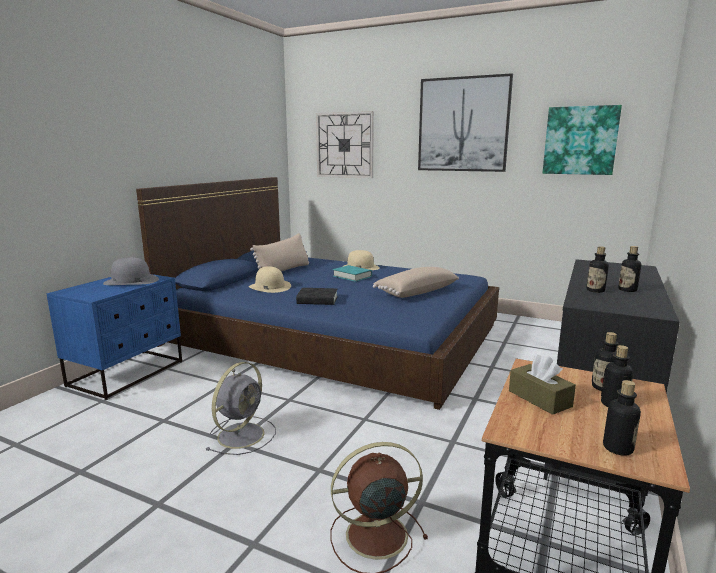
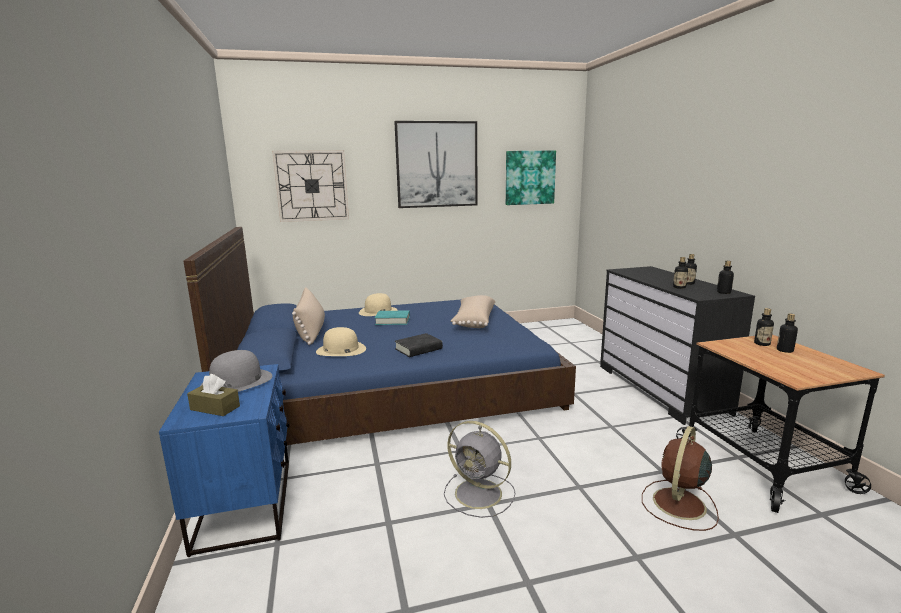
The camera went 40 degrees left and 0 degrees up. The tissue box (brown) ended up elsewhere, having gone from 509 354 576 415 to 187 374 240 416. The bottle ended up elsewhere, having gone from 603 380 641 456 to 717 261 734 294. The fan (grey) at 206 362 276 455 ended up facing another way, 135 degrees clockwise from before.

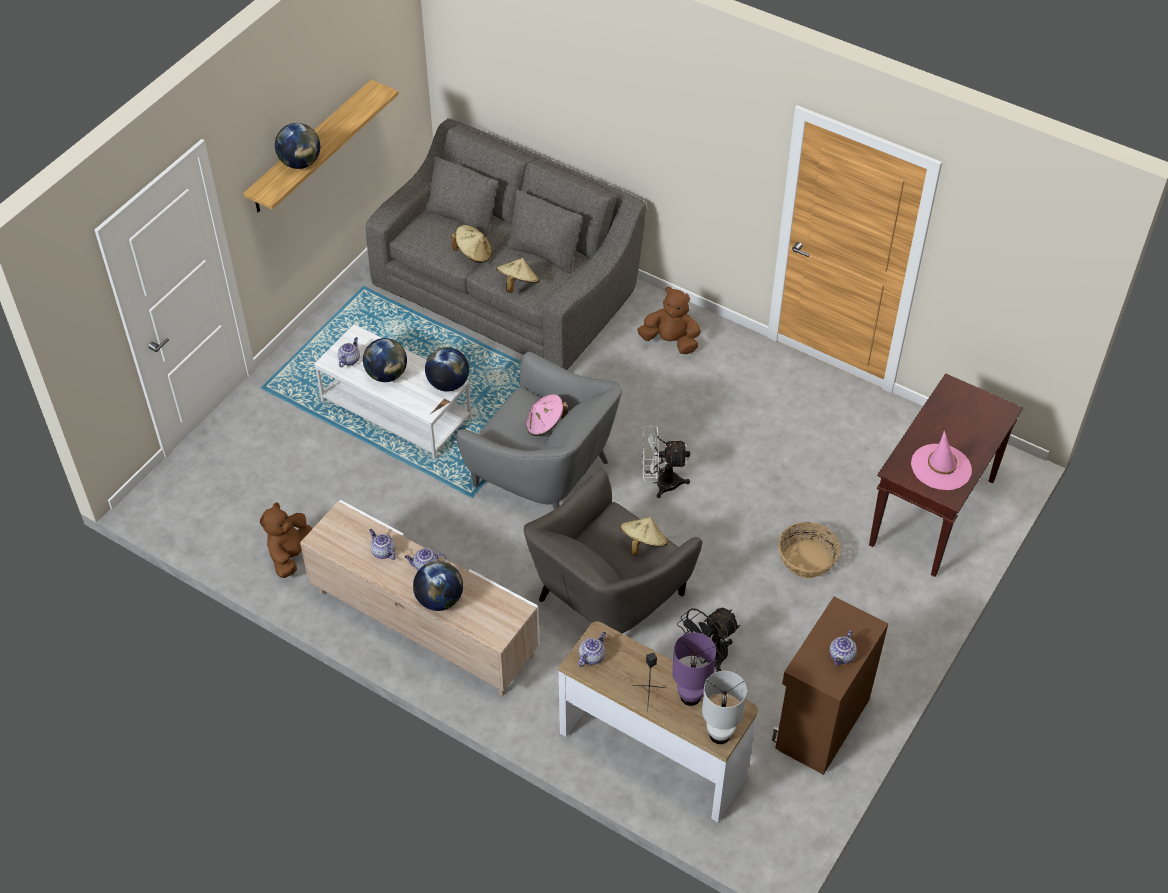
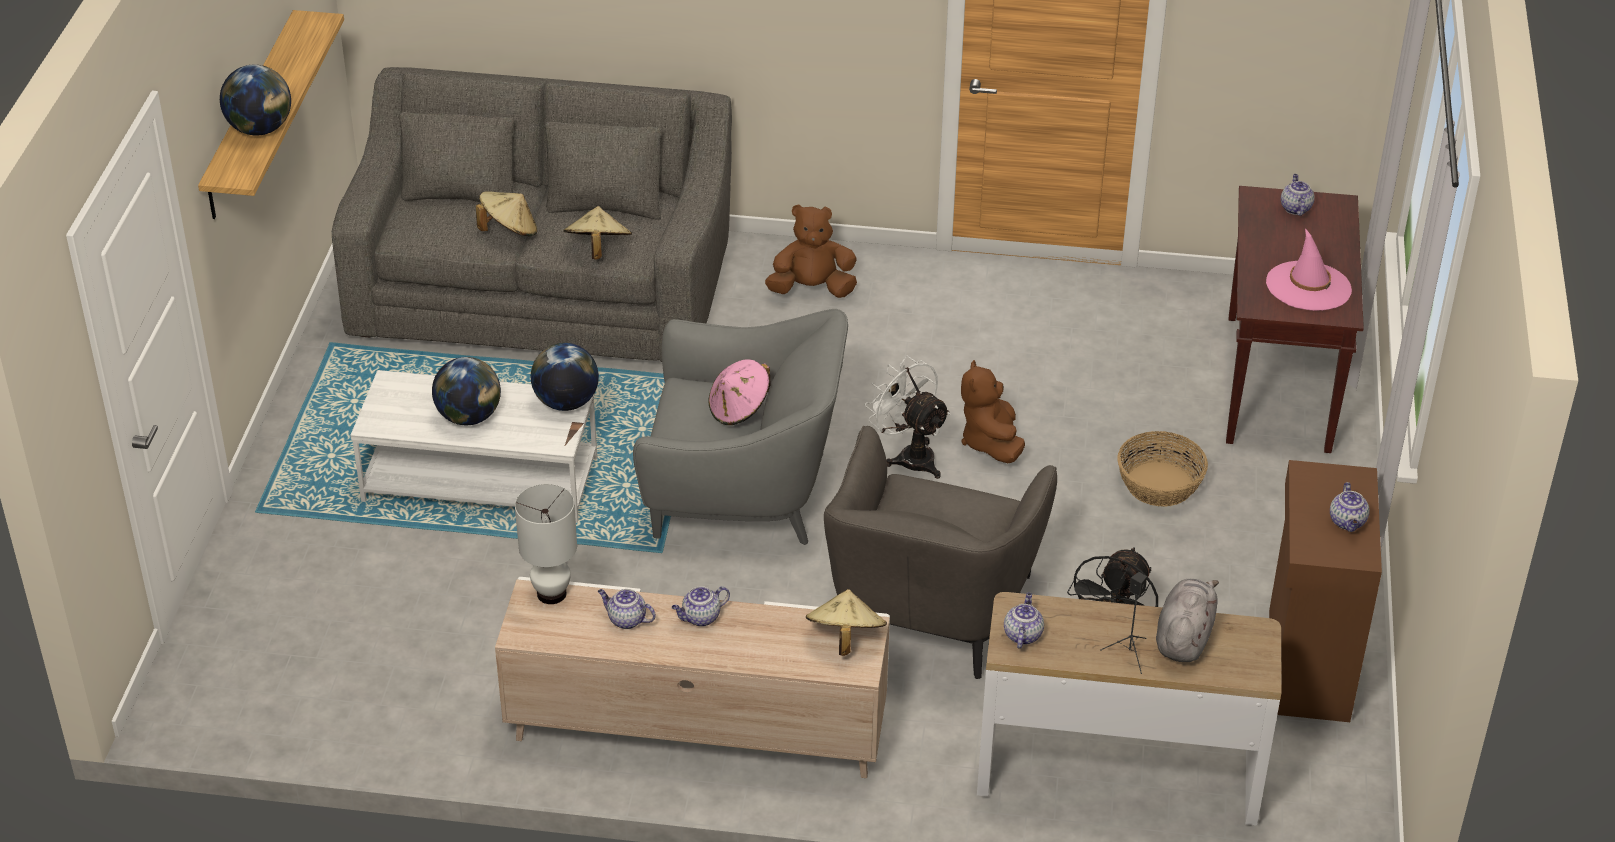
The camera went 25 degrees left and 10 degrees down. The second view lost the globe at 413 561 463 611. The plush toy (brown) ended up elsewhere, having gone from 260 502 312 578 to 961 360 1025 463. The teapot ended up elsewhere, having gone from 338 337 360 367 to 1281 174 1315 216. The hat (beige) ended up elsewhere, having gone from 620 517 668 556 to 806 589 887 656. The table lamp (white) ended up elsewhere, having gone from 702 671 747 744 to 515 484 577 604. Where the table lamp (purple) stood at 672 632 716 706, the plush toy (grey) came to stand at 1156 579 1219 662. The fan (white) at 642 426 690 498 ended up facing another way, 75 degrees clockwise from before.

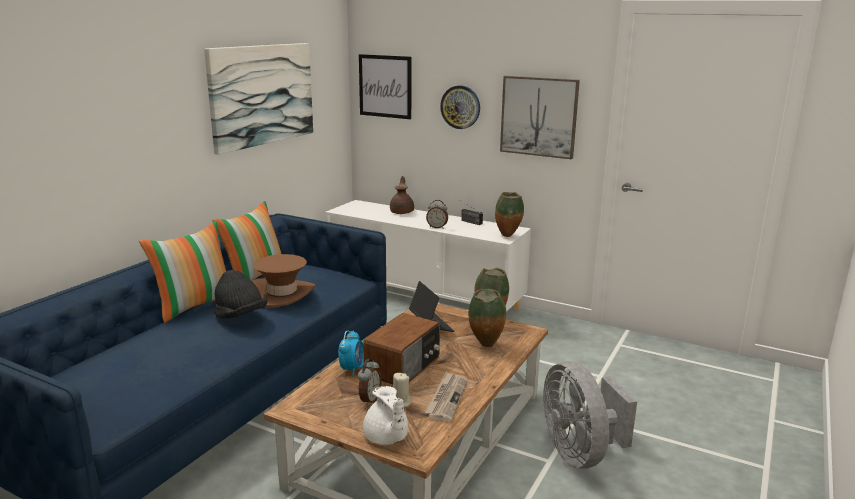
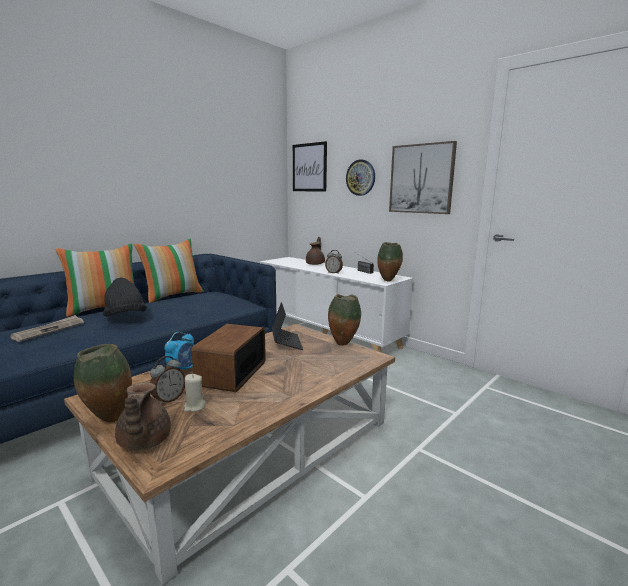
The camera went 15 degrees right and 5 degrees down. The second view lost the picture at 204 43 313 155. The second view lost the hat (brown) at 252 254 315 307. The second view lost the fan (grey) at 543 361 637 469. The newspaper ended up elsewhere, having gone from 424 372 468 422 to 10 315 84 342. The vase ended up elsewhere, having gone from 468 289 506 347 to 74 344 132 423. What was the teapot (white) at 363 386 408 445 turned into the teapot (brown) at 115 383 171 450. The radio at 363 313 440 384 ended up facing another way, 150 degrees clockwise from before.

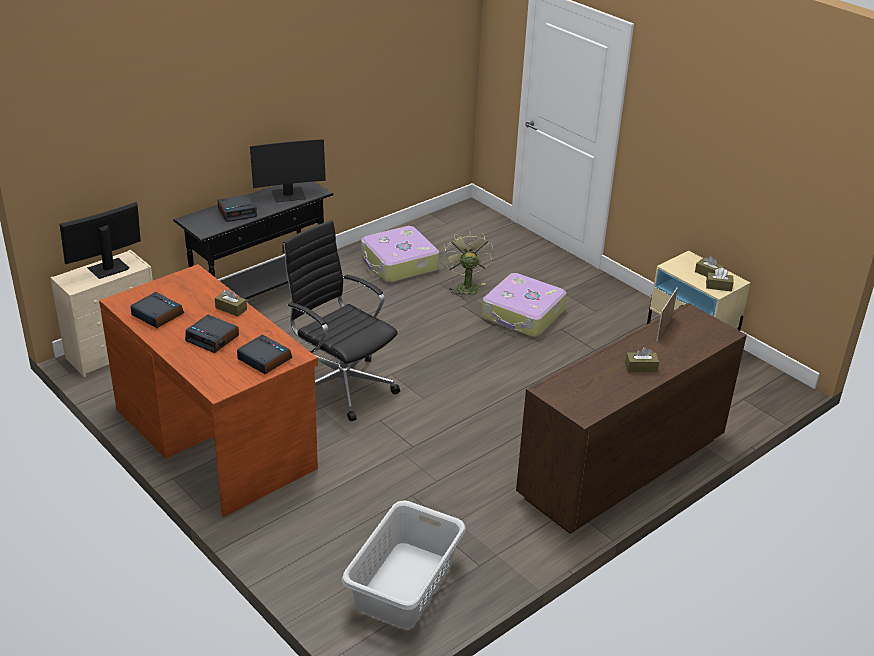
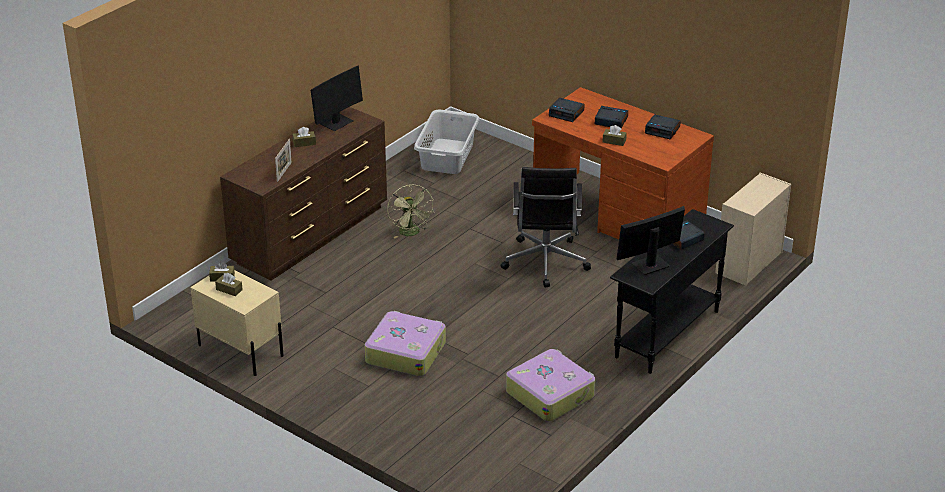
The camera went 170 degrees right and 0 degrees up. The monitor ended up elsewhere, having gone from 60 202 141 279 to 311 66 363 131. The fan (green) ended up elsewhere, having gone from 443 231 494 299 to 387 185 434 238. The office chair (black) at 282 220 400 421 ended up facing another way, 60 degrees clockwise from before.

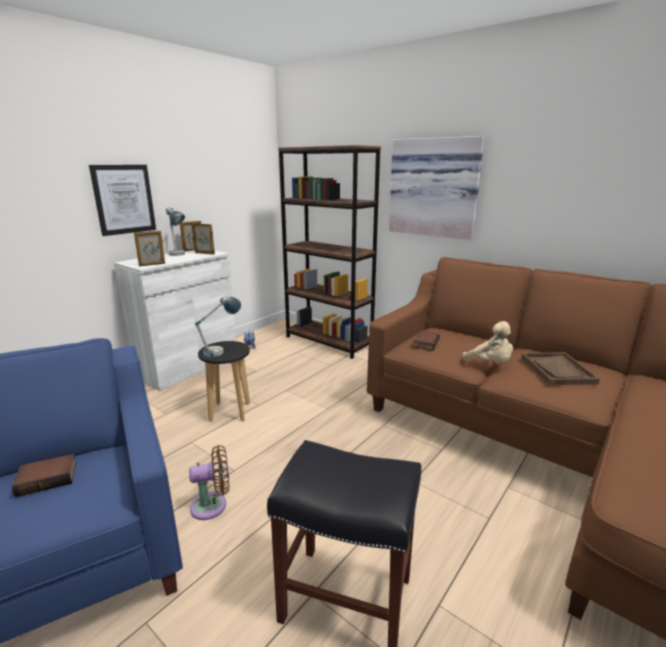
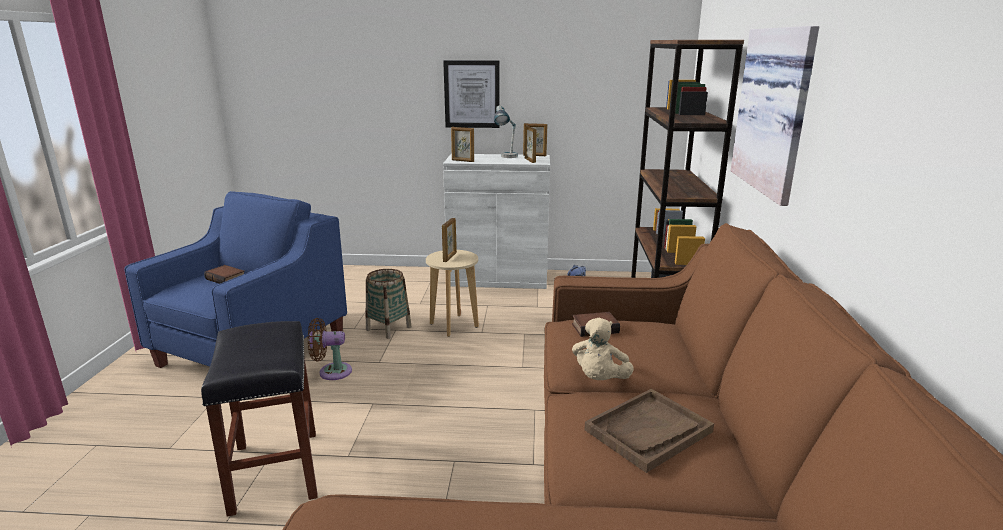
The camera went 55 degrees right and 0 degrees up. The second view gained the basket at 366 269 412 339. Where the table lamp stood at 195 296 241 357, the picture frame came to stand at 442 218 457 262. What was the stool (black) at 198 341 250 422 turned into the stool (beige) at 426 250 479 337. The fan (brown) at 189 445 230 520 ended up facing another way, 135 degrees clockwise from before.

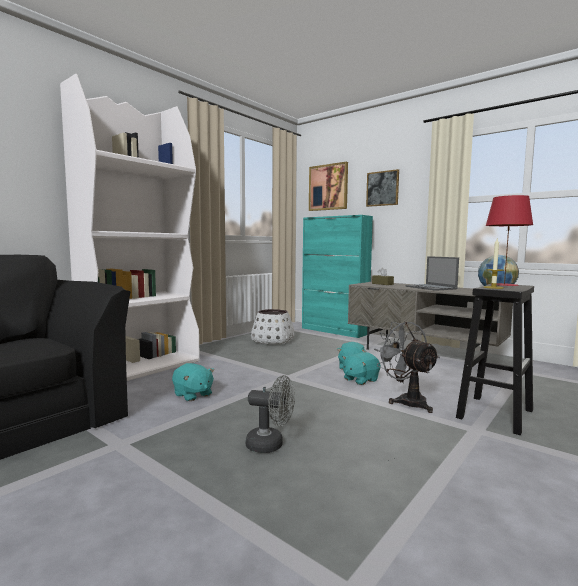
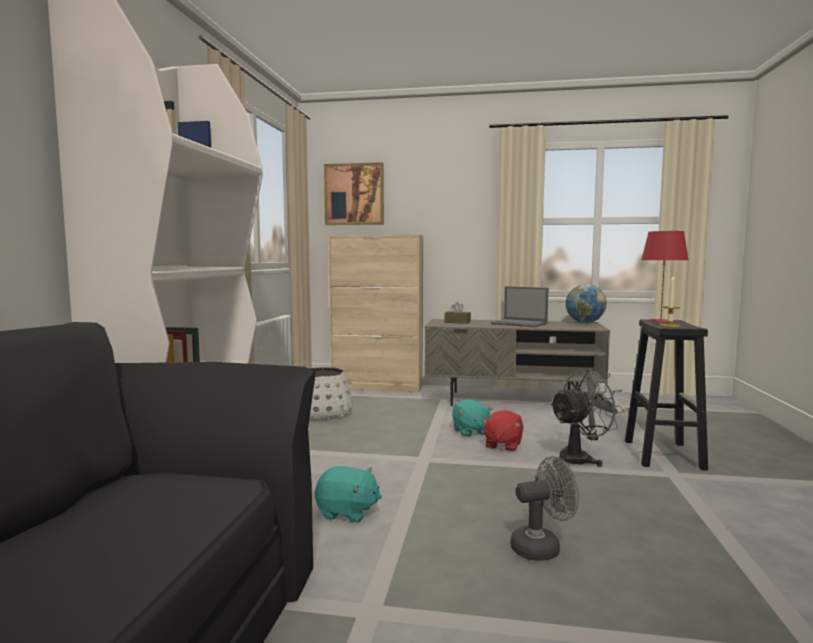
The camera went 30 degrees left and 0 degrees up. The second view lost the picture at 366 169 399 207. What was the cabinet (turquoise) at 302 215 373 338 turned into the cabinet (beige) at 328 235 423 393. What was the plush toy (turquoise) at 343 352 380 385 turned into the plush toy (red) at 482 410 524 452. The fan (grey) at 374 321 440 413 ended up facing another way, 120 degrees clockwise from before.

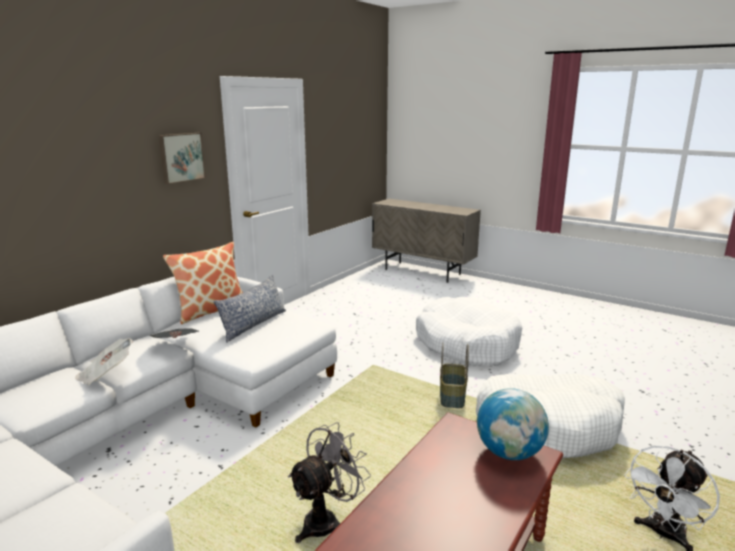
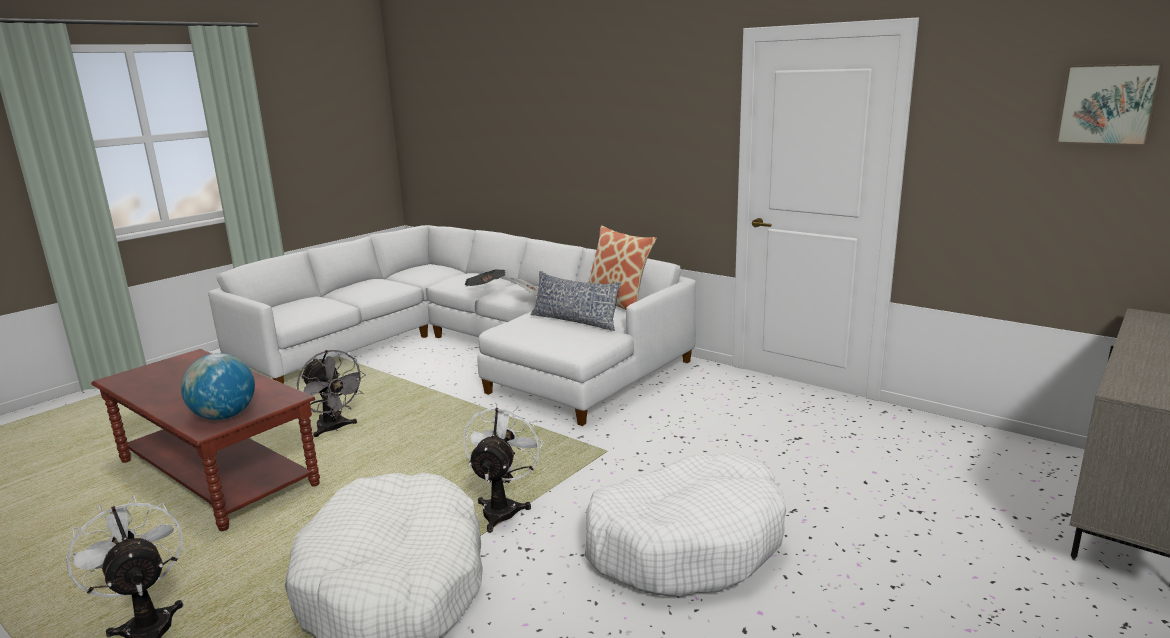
The camera went 95 degrees right and 0 degrees up. The picture ended up elsewhere, having gone from 159 133 206 184 to 1055 63 1163 146. Where the basket stood at 440 342 469 408, the fan (white) came to stand at 463 402 544 533.

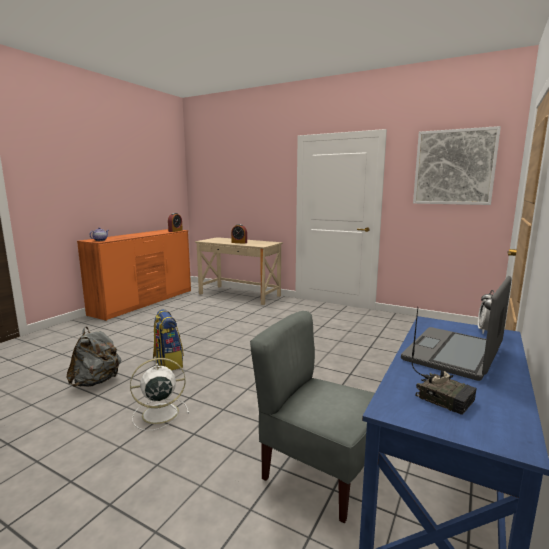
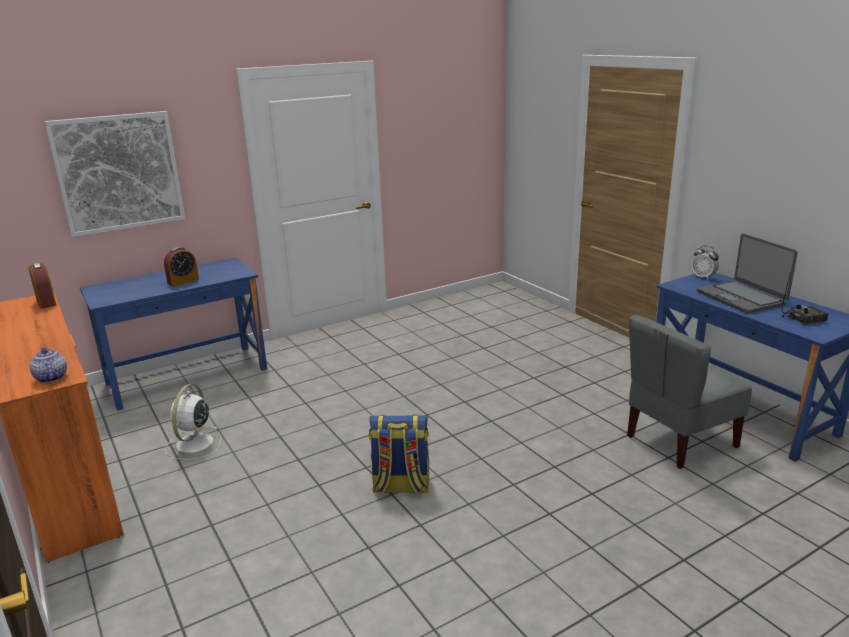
The camera went 60 degrees left and 10 degrees up. The second view lost the backpack (grey) at 66 327 122 387. The fan (white) ended up elsewhere, having gone from 130 358 189 431 to 165 384 221 460. The picture ended up elsewhere, having gone from 413 126 501 205 to 44 111 185 237. What was the desk (beige) at 195 237 283 305 turned into the desk (blue) at 80 257 267 411.

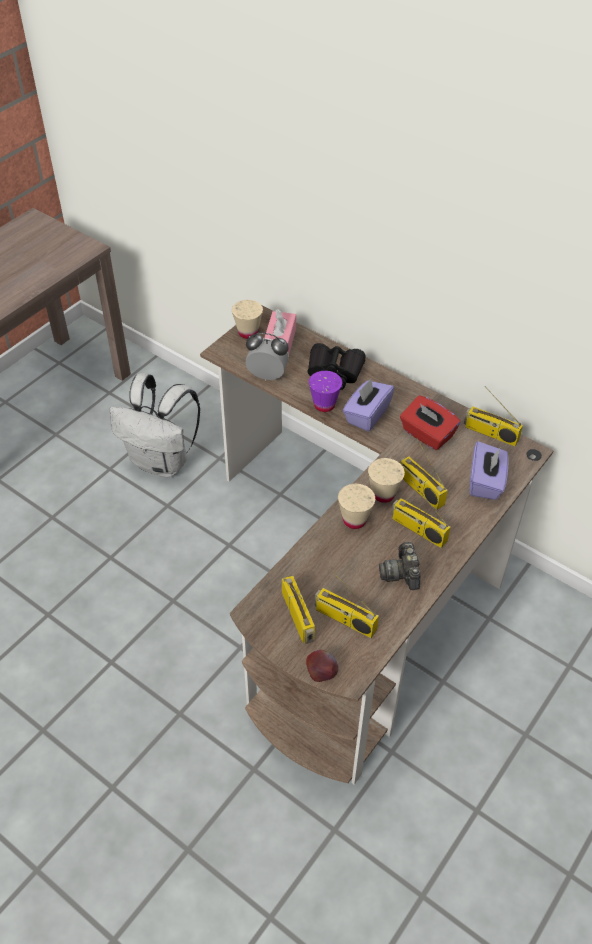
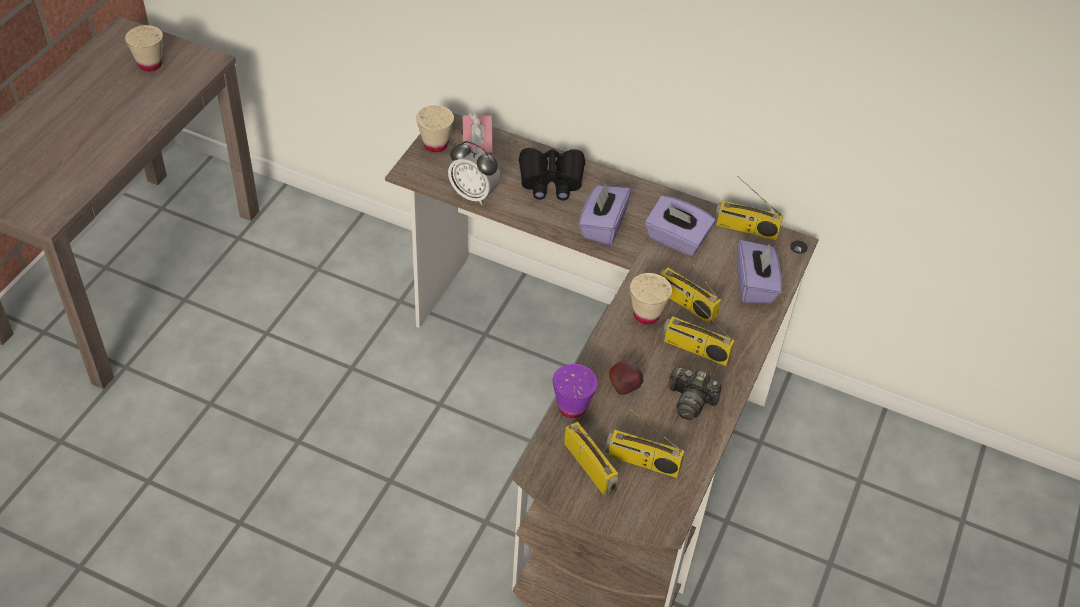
The camera went 15 degrees left and 0 degrees up. The second view lost the backpack (white) at 110 373 200 478. The apple ended up elsewhere, having gone from 306 650 338 682 to 609 360 644 395. The cup (purple) ended up elsewhere, having gone from 309 371 342 412 to 553 364 598 418. The cup (beige) ended up elsewhere, having gone from 338 484 375 529 to 125 25 163 71. What was the tissue box (red) at 400 395 461 450 turned into the tissue box (purple) at 645 196 715 256. The alarm clock at 245 333 289 380 ended up facing another way, 150 degrees counterclockwise from before. The photo camera at 379 542 421 590 ended up facing another way, 45 degrees counterclockwise from before.

